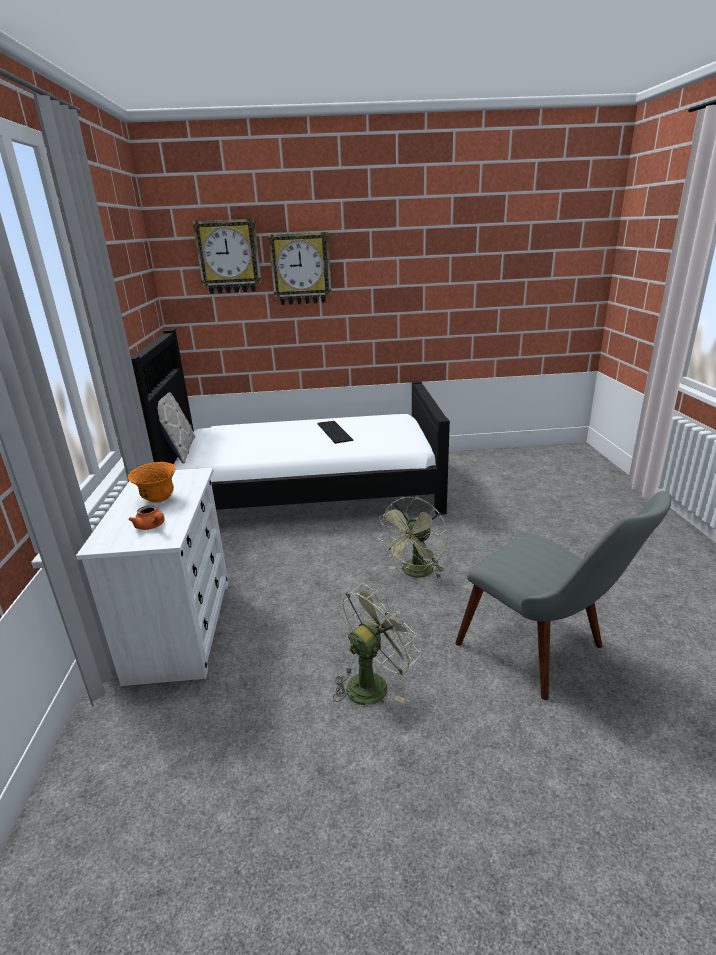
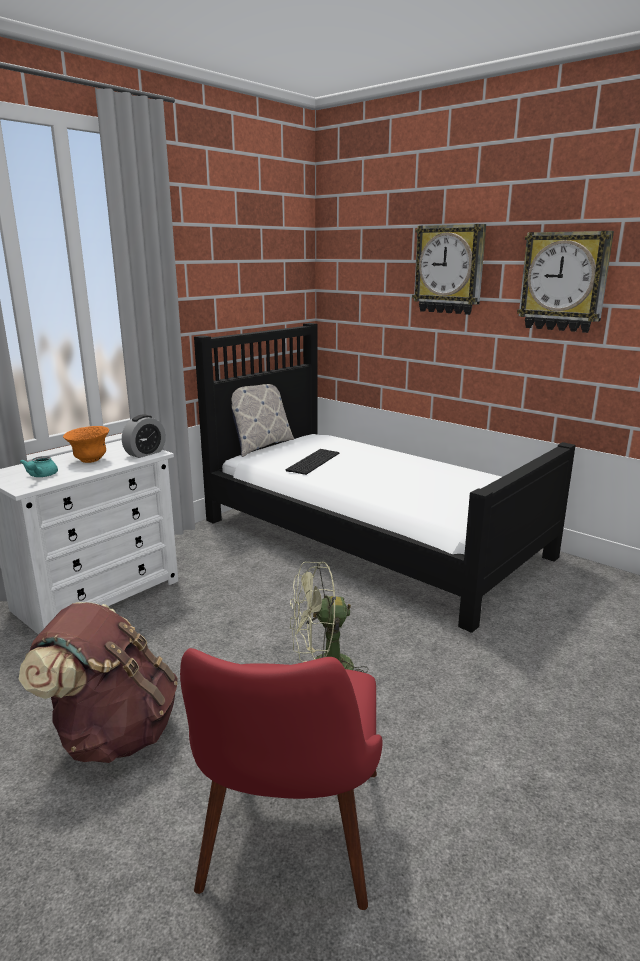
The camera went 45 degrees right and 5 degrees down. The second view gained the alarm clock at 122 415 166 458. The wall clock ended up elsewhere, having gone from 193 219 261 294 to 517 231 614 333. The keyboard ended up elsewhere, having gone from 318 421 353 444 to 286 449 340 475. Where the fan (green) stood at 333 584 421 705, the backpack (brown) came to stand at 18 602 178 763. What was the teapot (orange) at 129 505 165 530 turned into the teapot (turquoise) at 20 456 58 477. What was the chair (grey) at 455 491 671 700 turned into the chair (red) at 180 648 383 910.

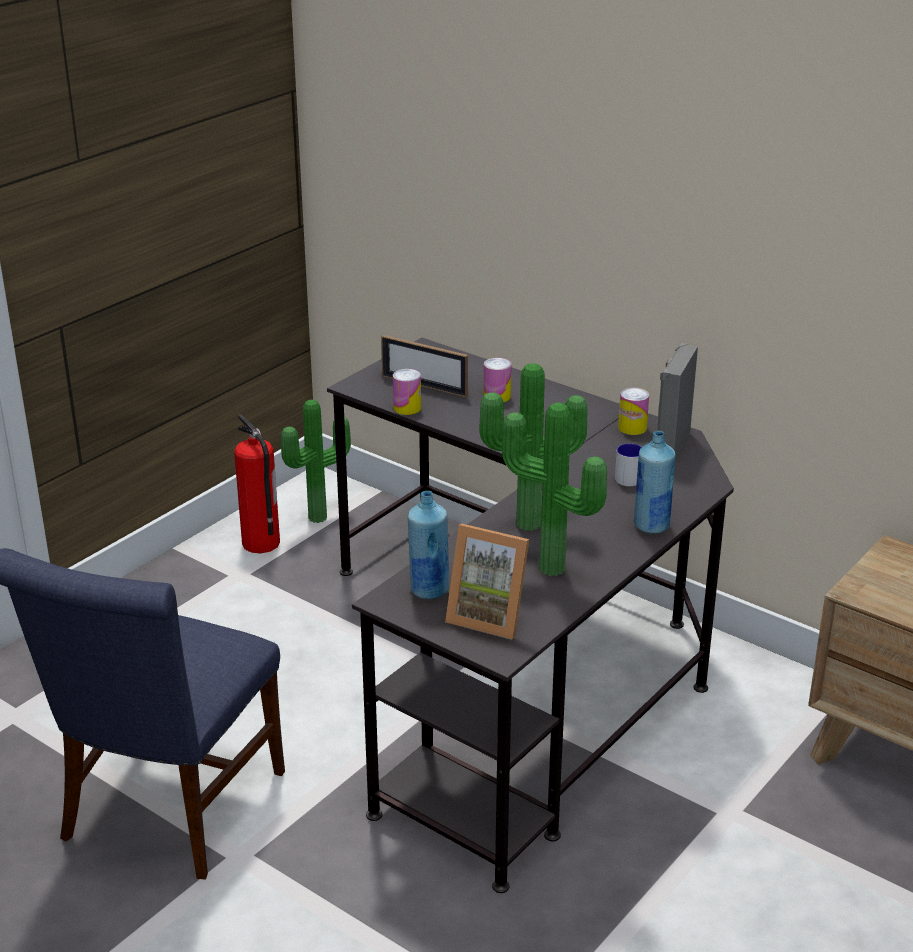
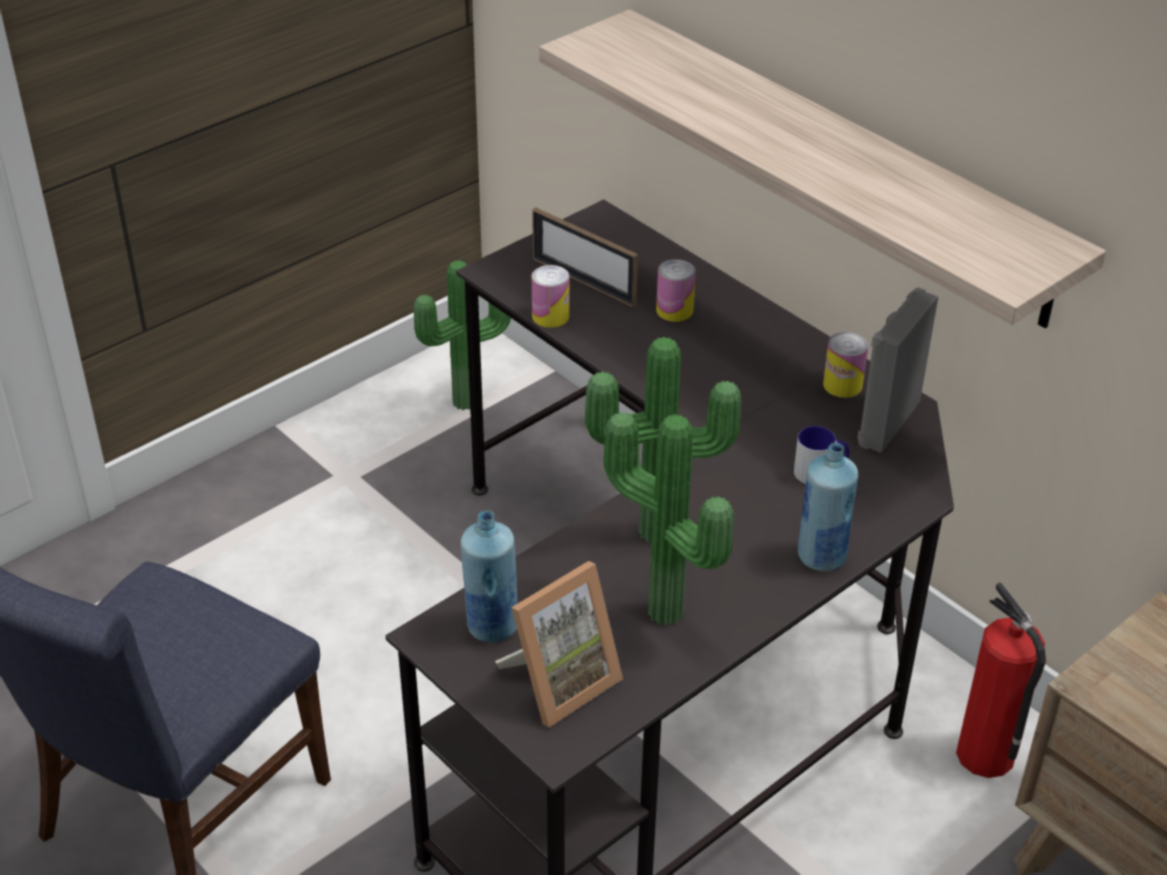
The camera went 10 degrees right and 10 degrees up. The second view gained the shelf at 539 9 1106 328. The fire extinguisher ended up elsewhere, having gone from 234 414 280 553 to 956 583 1046 778. The picture frame at 445 524 529 640 ended up facing another way, 75 degrees counterclockwise from before.

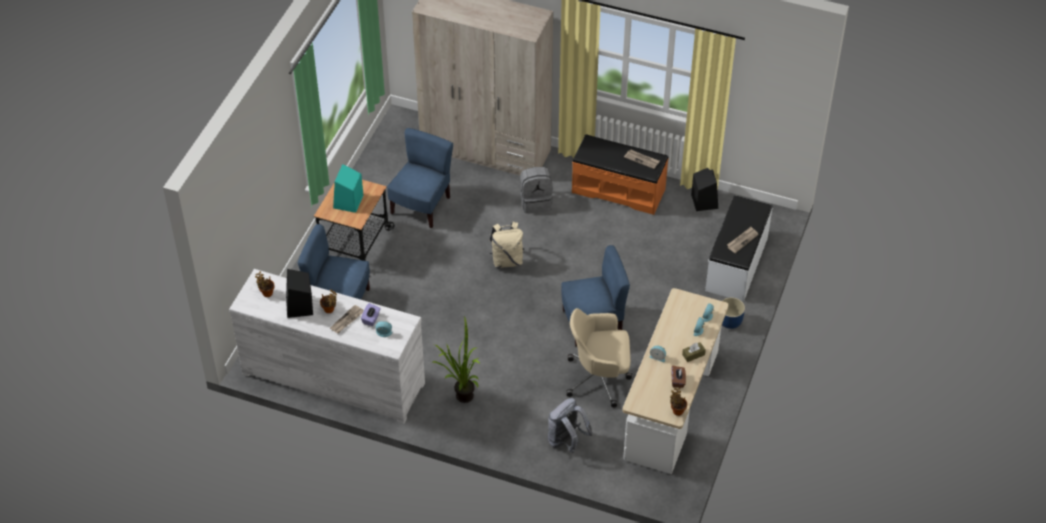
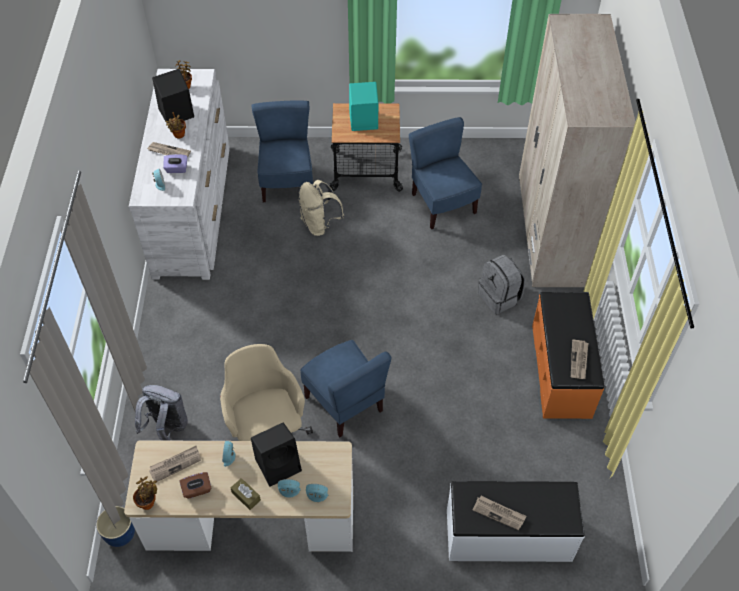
The camera went 70 degrees right and 5 degrees up. The second view lost the potted plant at 433 316 481 403. The second view gained the newspaper at 149 446 201 482. The backpack (beige) ended up elsewhere, having gone from 489 222 524 268 to 298 180 344 236. The speaker (black) ended up elsewhere, having gone from 691 168 718 211 to 251 423 302 487. The planter (blue) ended up elsewhere, having gone from 722 297 745 329 to 96 506 135 547. The chair (blue) at 387 128 453 228 ended up facing another way, 120 degrees counterclockwise from before.

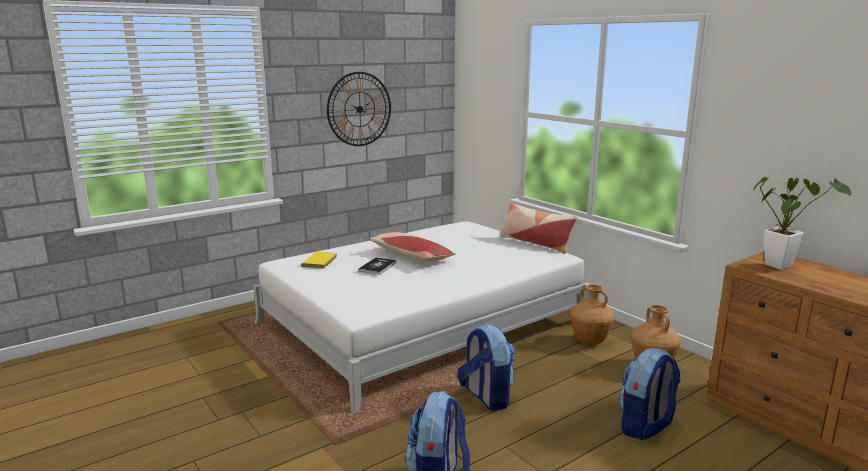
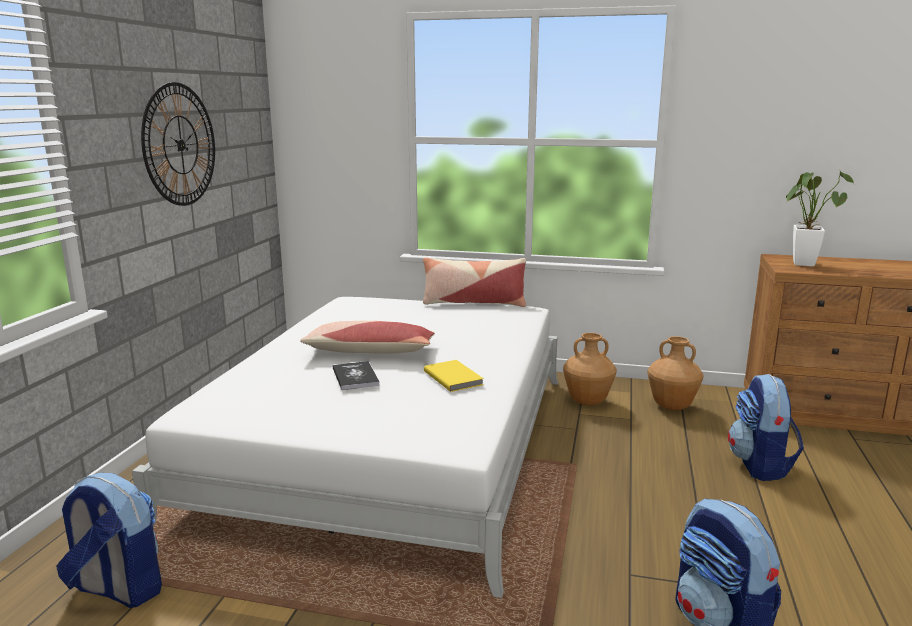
The camera went 40 degrees left and 0 degrees up. The book (yellow) ended up elsewhere, having gone from 301 252 337 269 to 424 360 484 392. The backpack ended up elsewhere, having gone from 457 324 515 410 to 56 473 162 608.

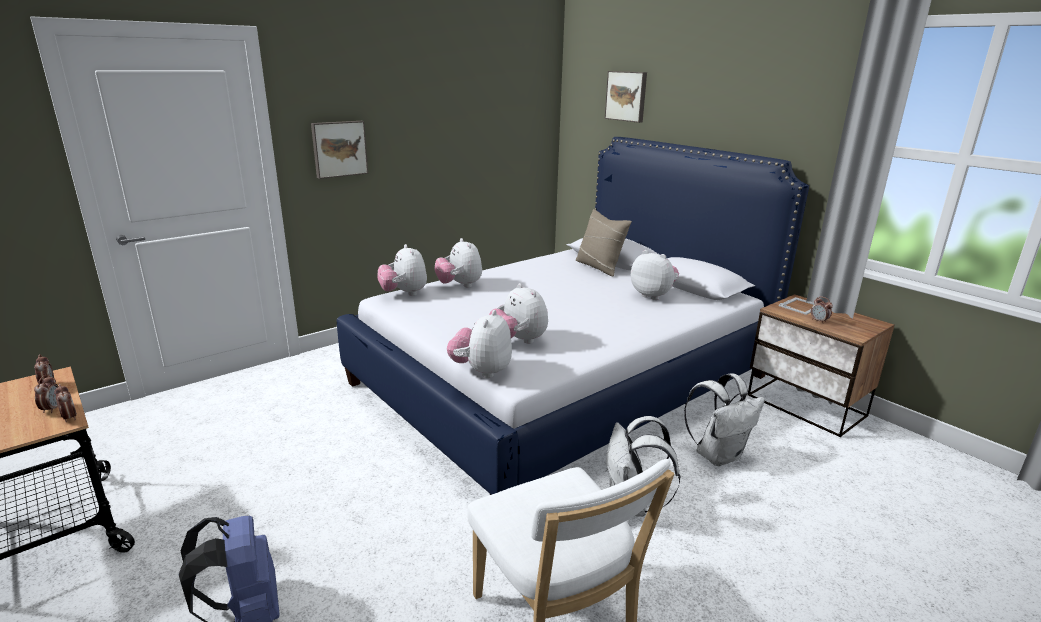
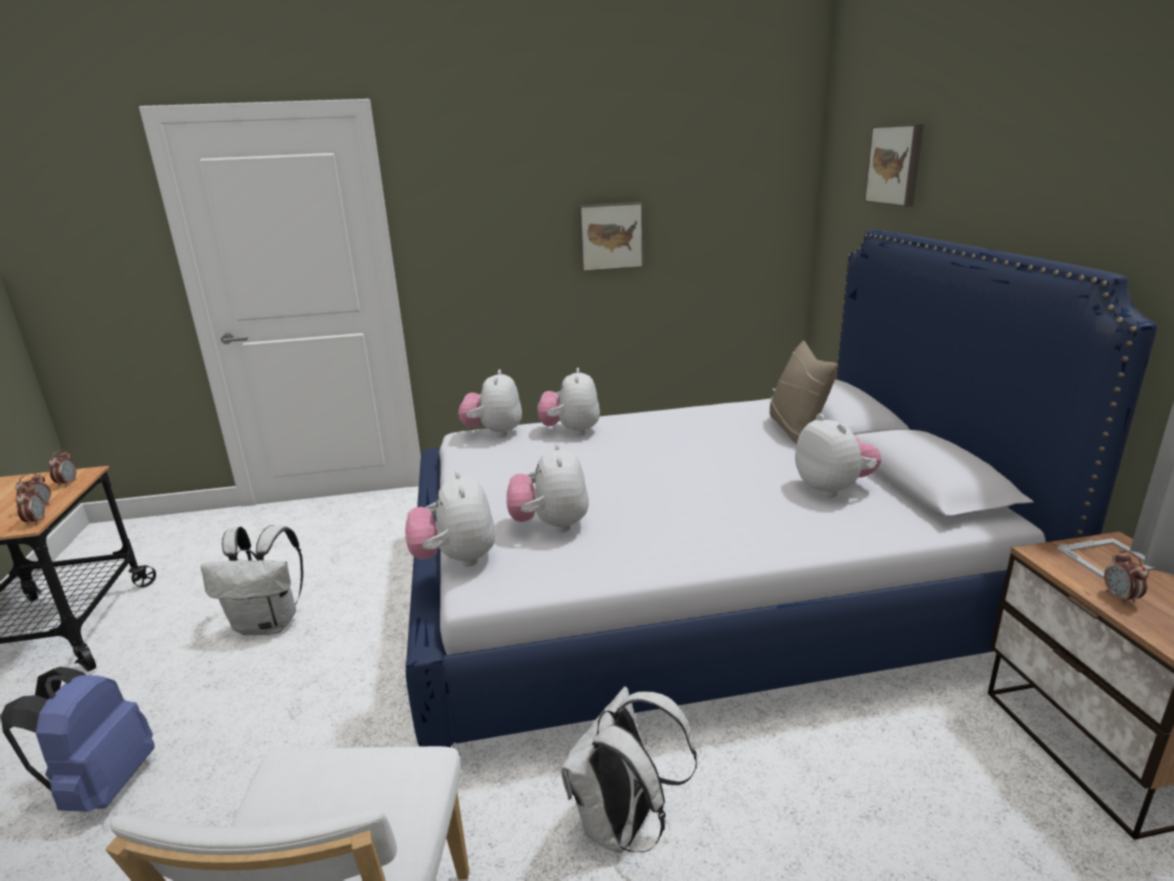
The camera went 30 degrees right and 0 degrees up. The picture ended up elsewhere, having gone from 311 121 368 179 to 579 202 643 271. The backpack (white) ended up elsewhere, having gone from 684 373 765 466 to 201 525 303 636. The plush toy at 447 310 512 378 ended up facing another way, 60 degrees counterclockwise from before.

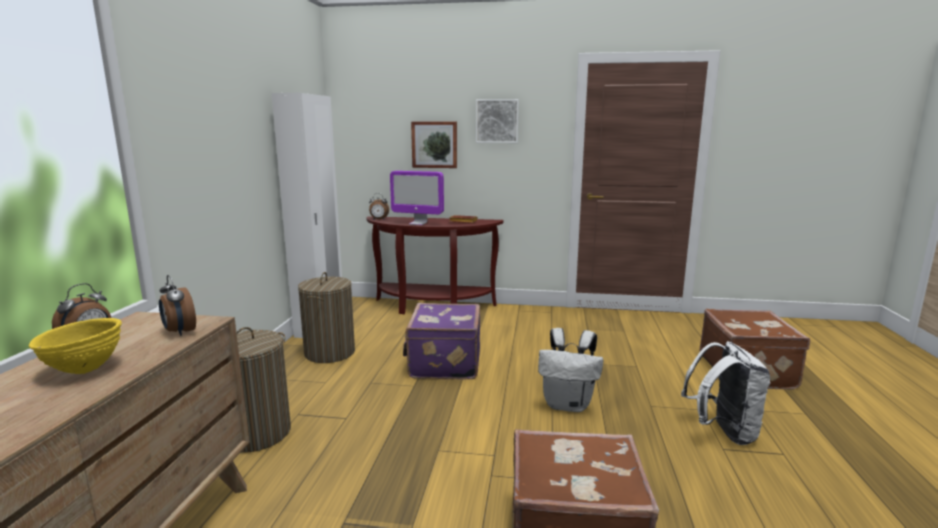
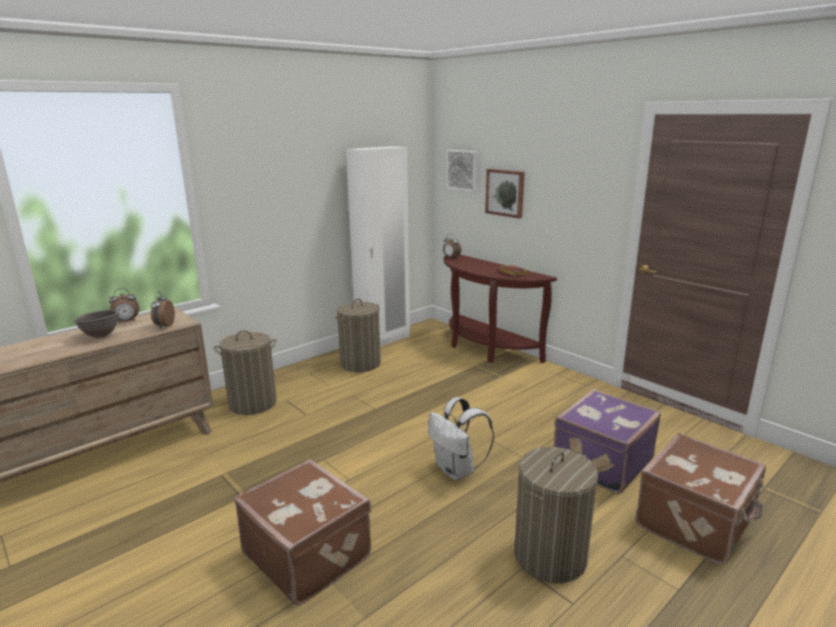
The camera went 40 degrees right and 5 degrees up. The second view lost the monitor at 390 171 444 225. The suitcase (purple) ended up elsewhere, having gone from 403 303 480 379 to 554 389 661 494. The picture ended up elsewhere, having gone from 476 99 519 143 to 446 150 478 192. Where the backpack (white) stood at 681 341 770 445, the laundry basket came to stand at 514 447 598 583. What was the bowl (yellow) at 29 318 122 374 turned into the bowl (brown) at 73 310 119 338.

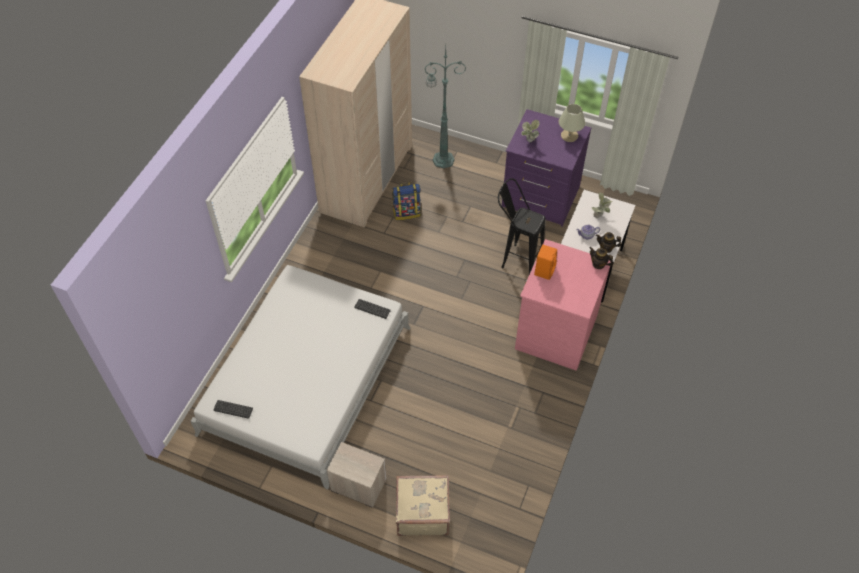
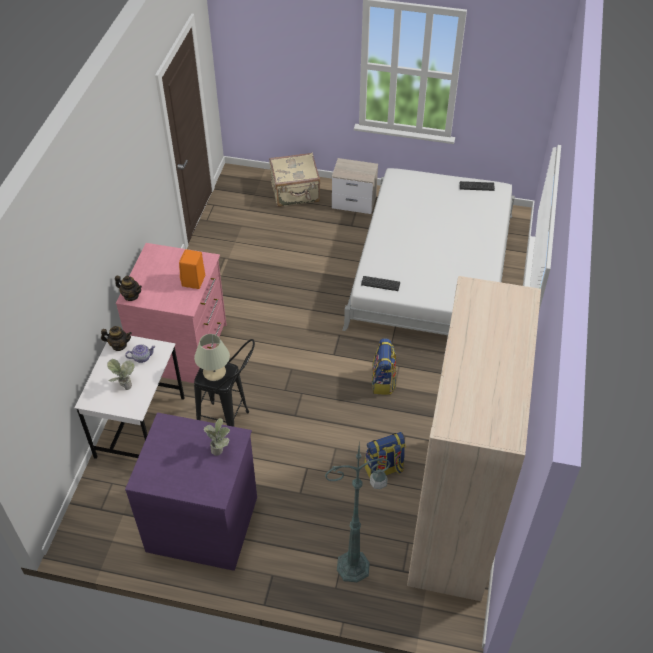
The camera went 170 degrees right and 5 degrees down. The second view gained the backpack at 372 338 396 395. The table lamp (beige) ended up elsewhere, having gone from 559 104 585 142 to 194 334 230 381.

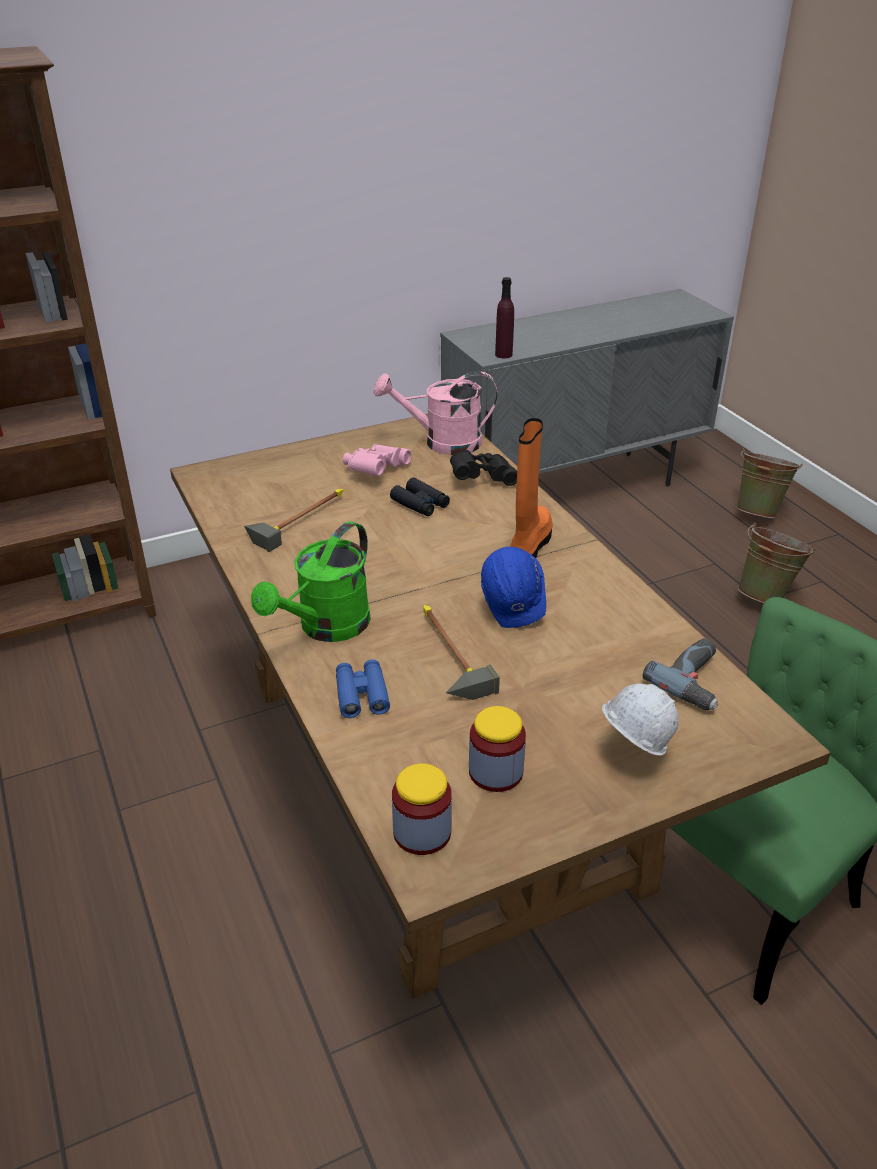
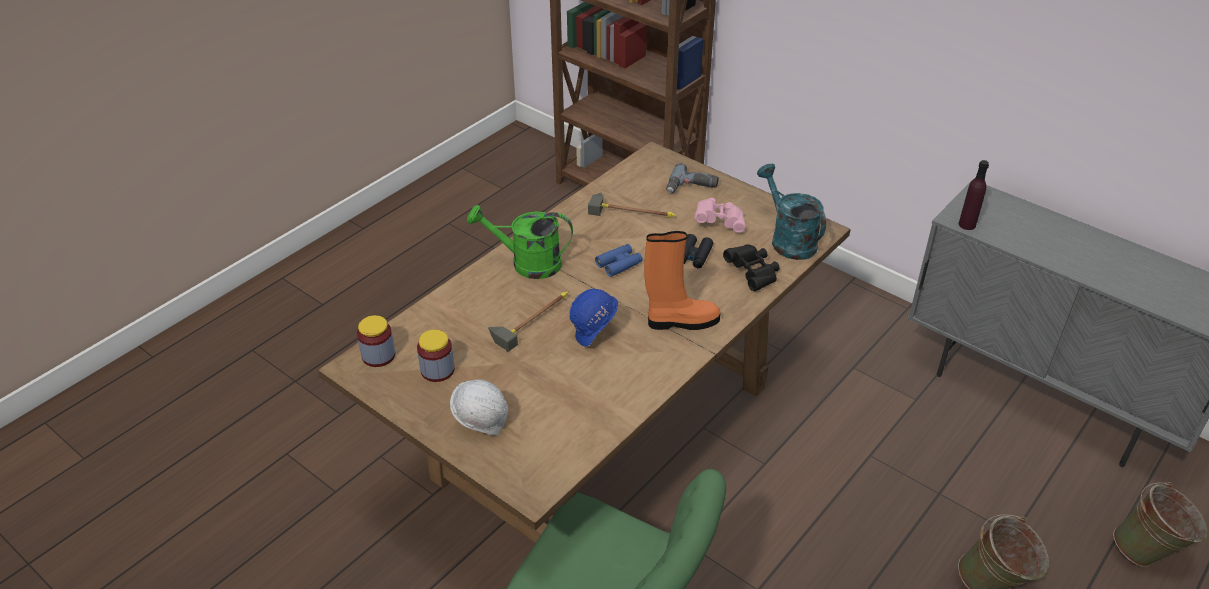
The camera went 65 degrees right and 5 degrees up. The binoculars (blue) ended up elsewhere, having gone from 336 659 390 718 to 595 244 643 277. The power drill ended up elsewhere, having gone from 642 638 718 710 to 666 163 719 193. What was the watering can (pink) at 374 372 498 455 turned into the watering can (turquoise) at 757 164 826 260.

